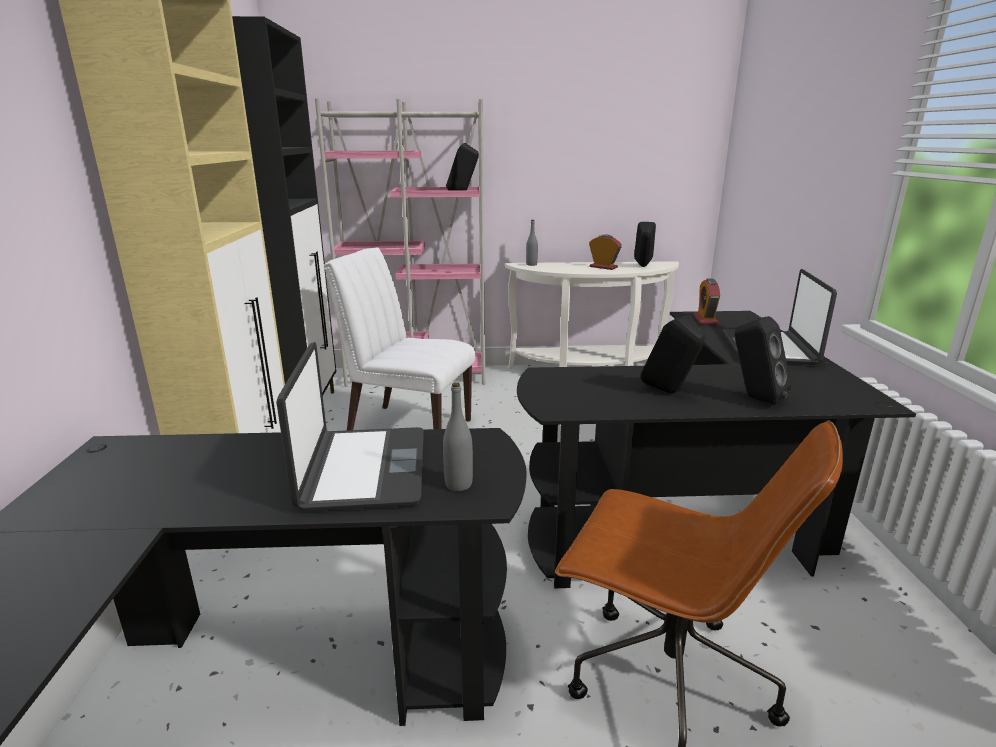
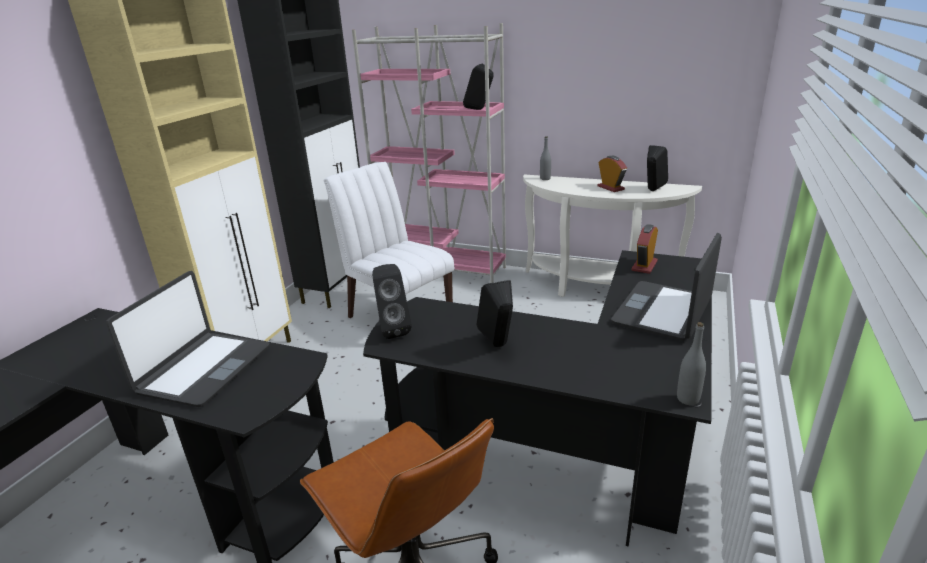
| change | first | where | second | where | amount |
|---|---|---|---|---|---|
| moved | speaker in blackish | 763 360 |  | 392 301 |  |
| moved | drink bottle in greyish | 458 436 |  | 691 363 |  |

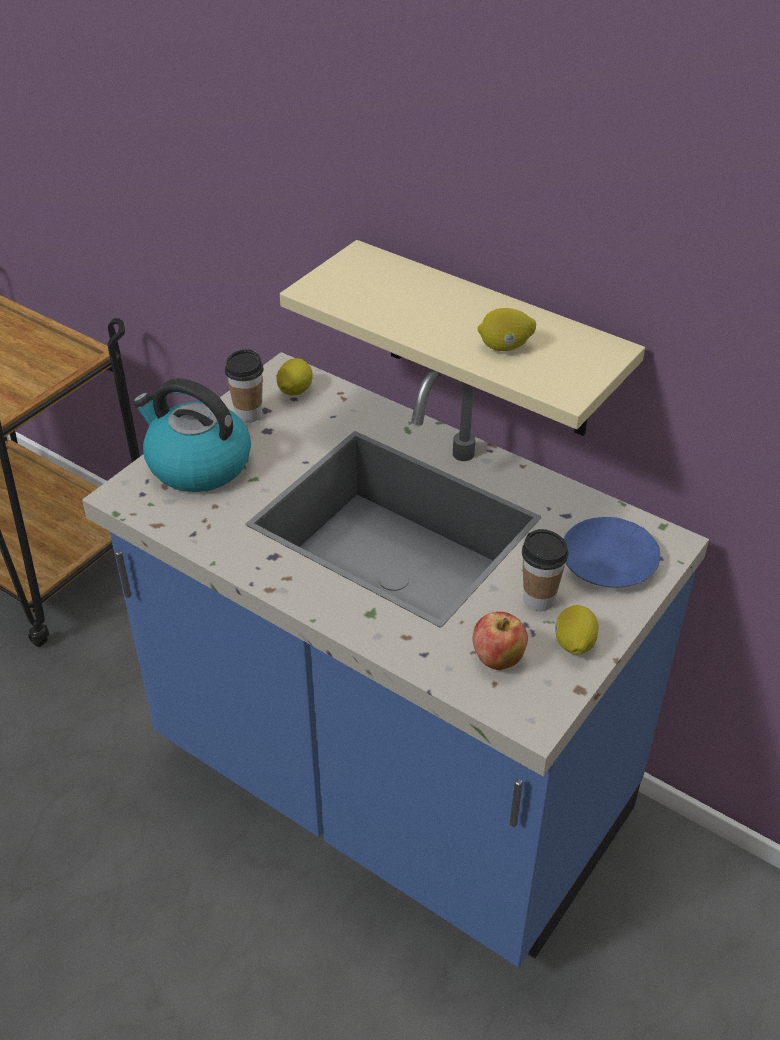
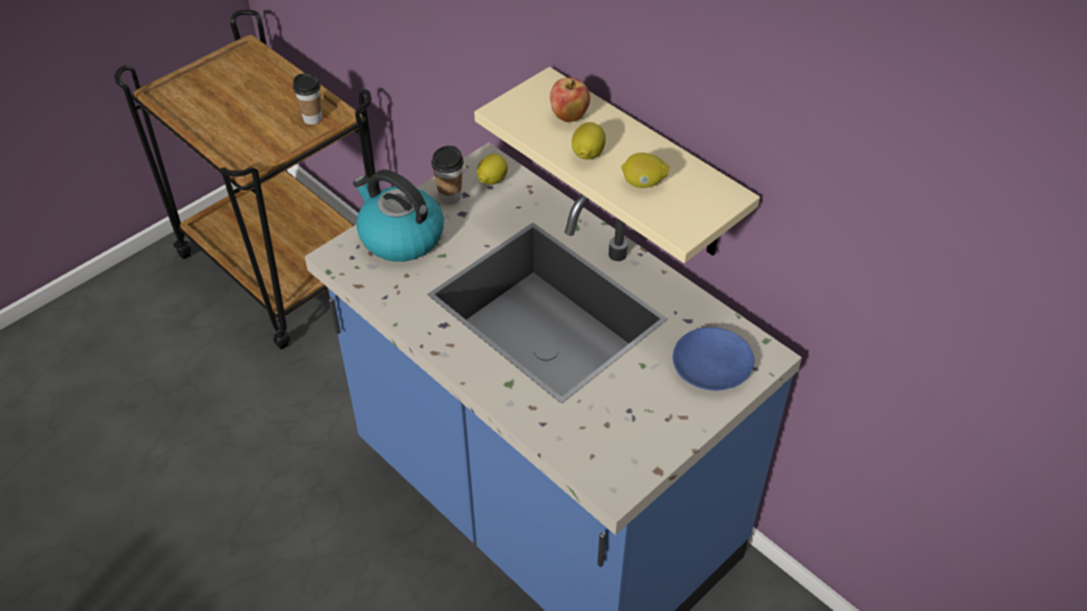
| change | first | where | second | where | amount |
|---|---|---|---|---|---|
| moved | drinking cup | 545 570 |  | 307 99 |  |
| moved | apple | 500 641 |  | 570 99 |  |
| moved | whole lemon | 576 630 |  | 589 140 |  |

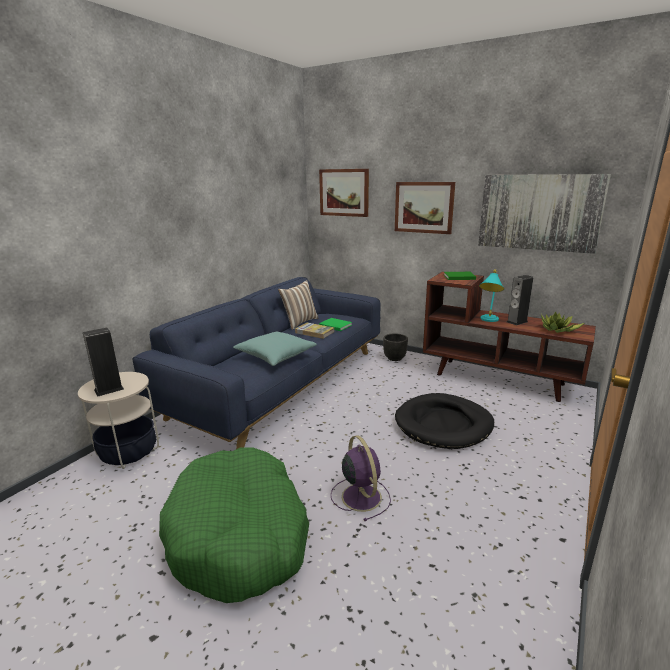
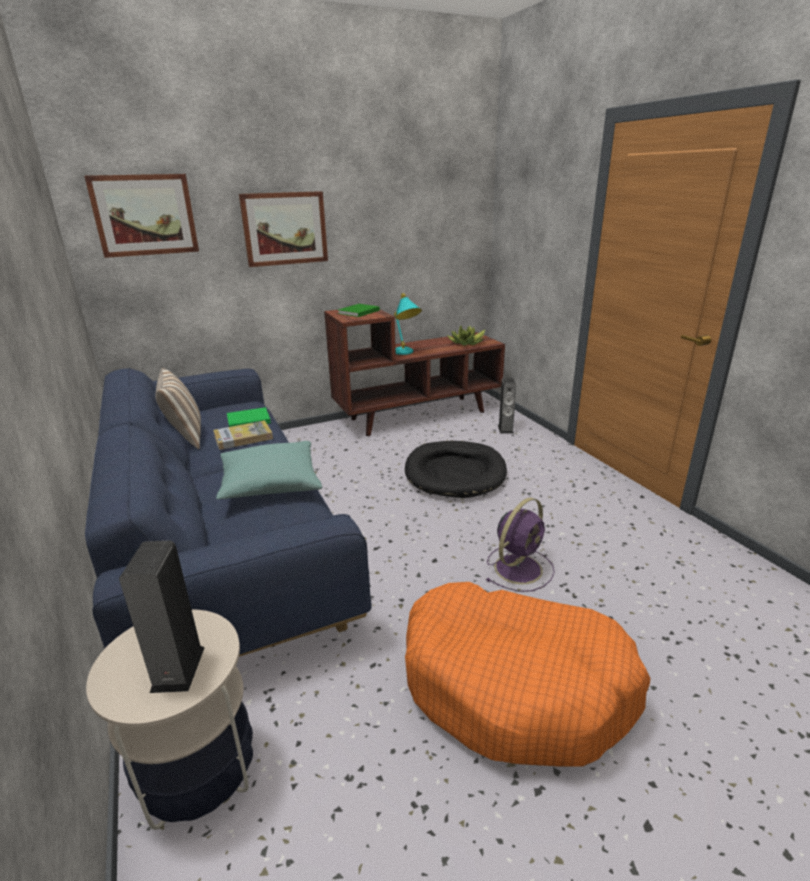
| change | first | where | second | where | amount |
|---|---|---|---|---|---|
| recoloured | pet bed in green-coloured | 234 525 | pet bed in orange-coloured | 528 674 |  |
| turned | electric fan in purplish | 361 478 |  | 520 545 | 120 degrees clockwise |
| moved | speaker | 520 300 |  | 507 405 |  |
| removed | plant pot in blackish | 395 347 |  |  |  |
| removed | wall art | 544 214 |  |  |  |

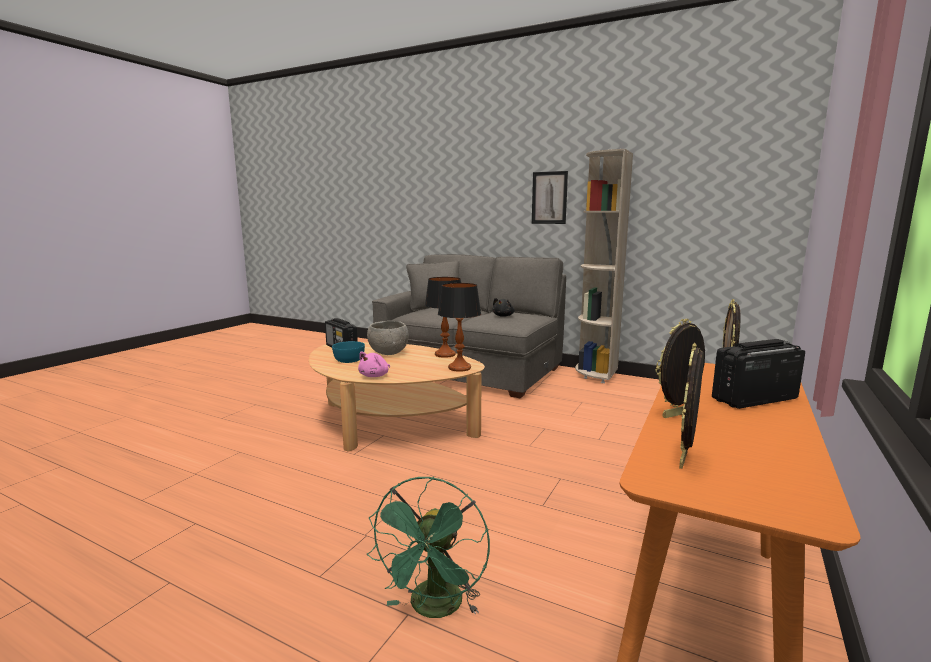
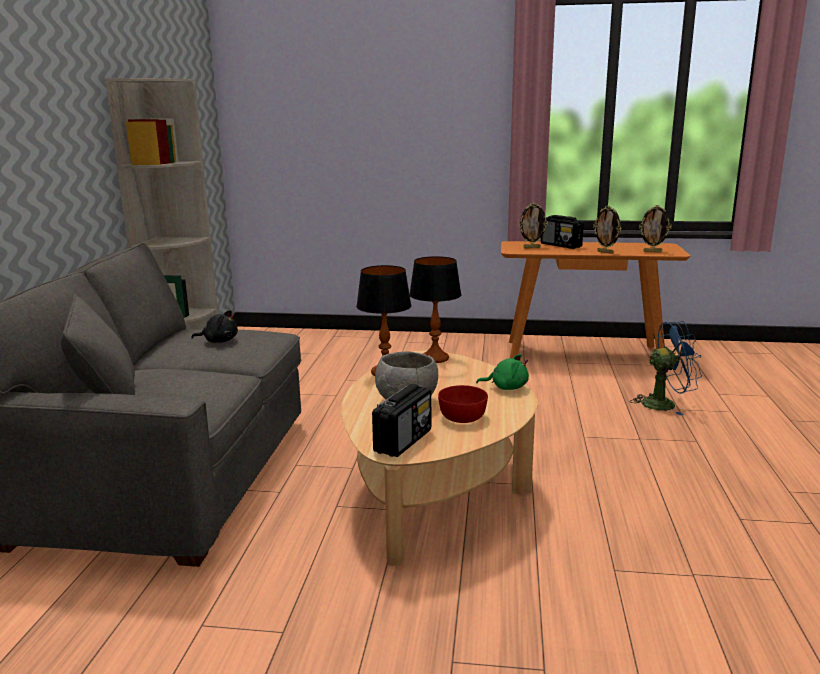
| change | first | where | second | where | amount |
|---|---|---|---|---|---|
| recoloured | serving bowl in turquoise | 348 352 | serving bowl in reddish | 463 404 |  |
| recoloured | cuddly toy in pinkish | 374 364 | cuddly toy in green-coloured | 502 372 |  |
| recoloured | electric fan in green-coloured | 428 547 | electric fan in blue-coloured | 666 368 |  |
| removed | wall art | 550 197 |  |  |  |

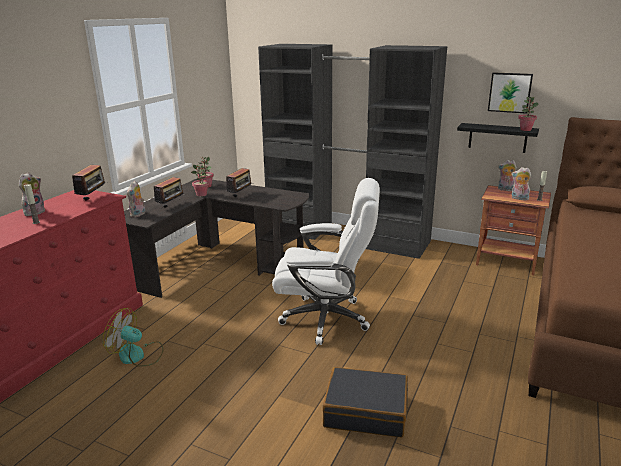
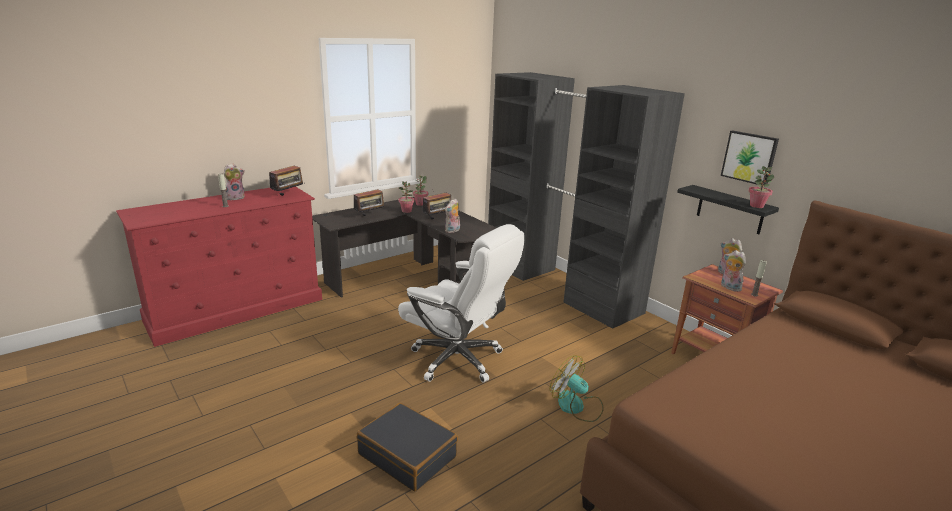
| change | first | where | second | where | amount |
|---|---|---|---|---|---|
| moved | cuddly toy | 136 199 |  | 452 216 |  |
| moved | electric fan | 133 337 |  | 577 388 |  |

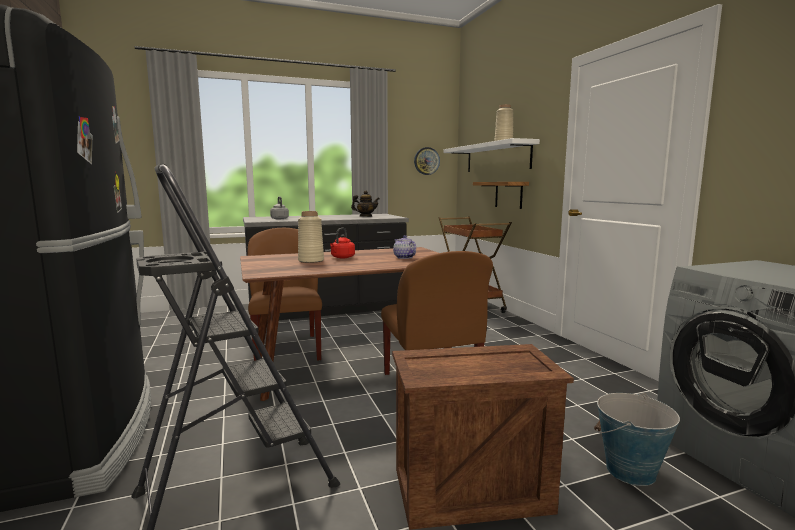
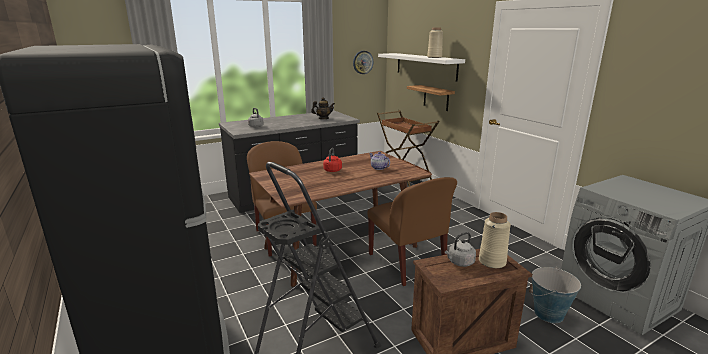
| change | first | where | second | where | amount |
|---|---|---|---|---|---|
| added |  |  | water kettle in greyish | 460 249 |  |
| moved | vase in sand-coloured | 311 237 |  | 495 240 |  |

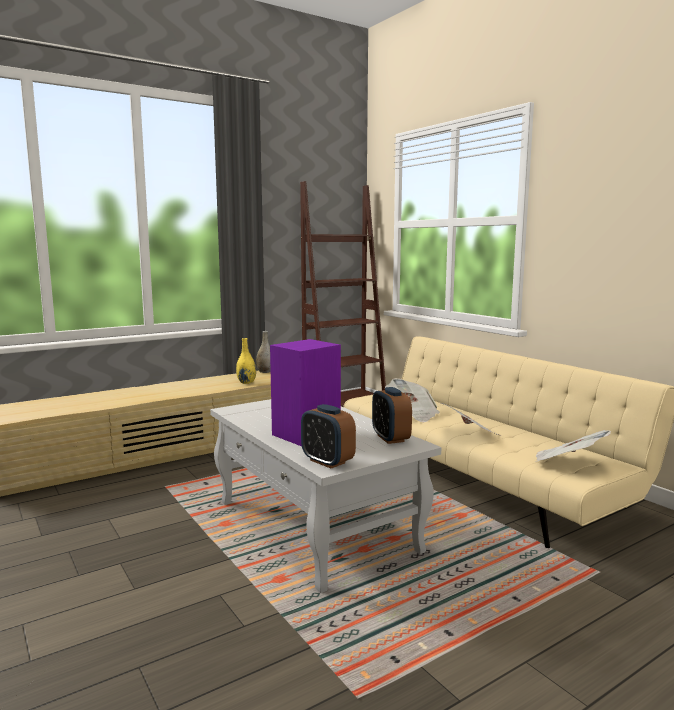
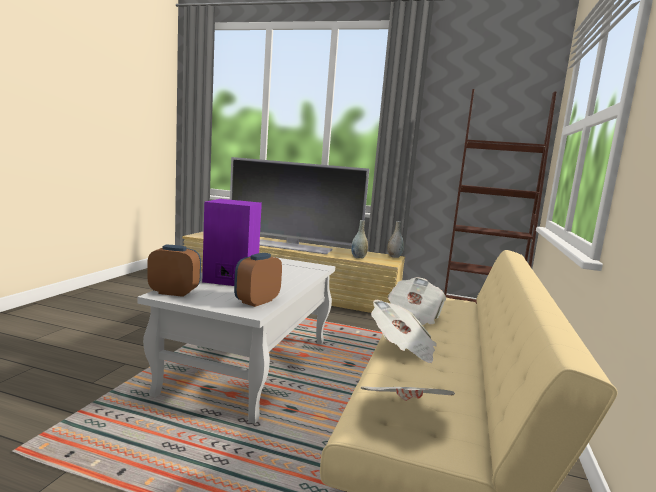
| change | first | where | second | where | amount |
|---|---|---|---|---|---|
| turned | bedside clock | 328 436 |  | 174 271 | 90 degrees clockwise |
| added |  |  | television | 300 205 |  |
| recoloured | vase in yellow | 246 361 | vase in greyish | 359 239 |  |

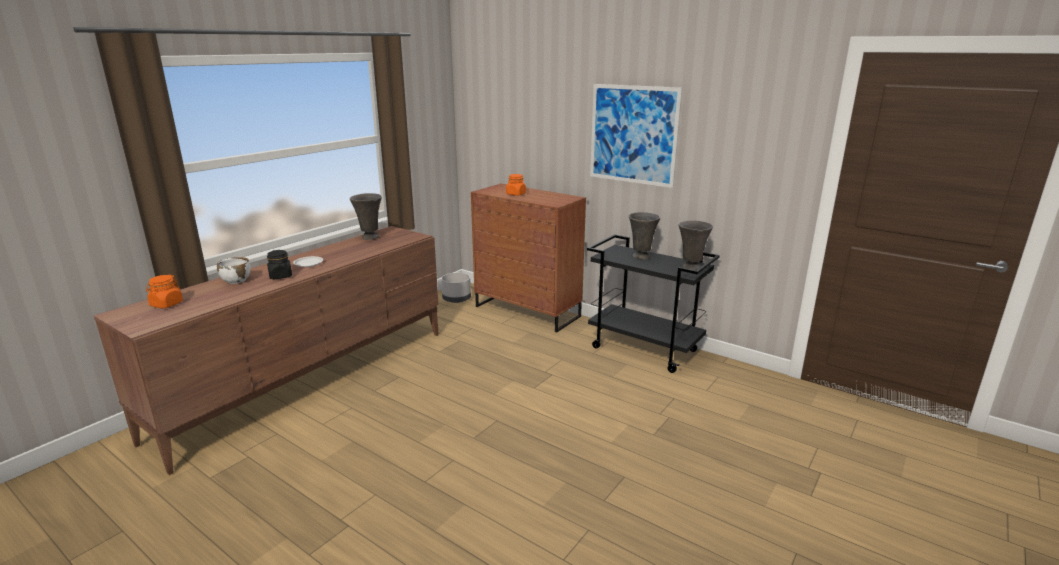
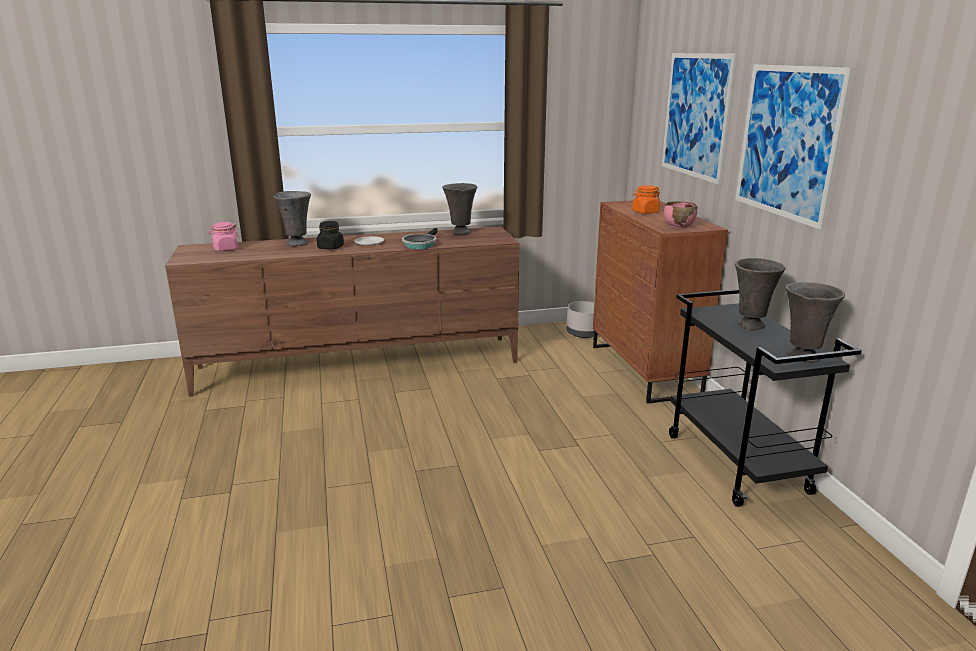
| change | first | where | second | where | amount |
|---|---|---|---|---|---|
| recoloured | jar in orange-coloured | 164 291 | jar in pinkish | 223 236 |  |
| replaced | serving bowl in whitish | 234 270 | vase in greyish | 292 218 |  |
| added |  |  | pan | 420 238 |  |
| added |  |  | wall art | 699 119 |  |
| added |  |  | serving bowl in pinkish | 681 214 |  |

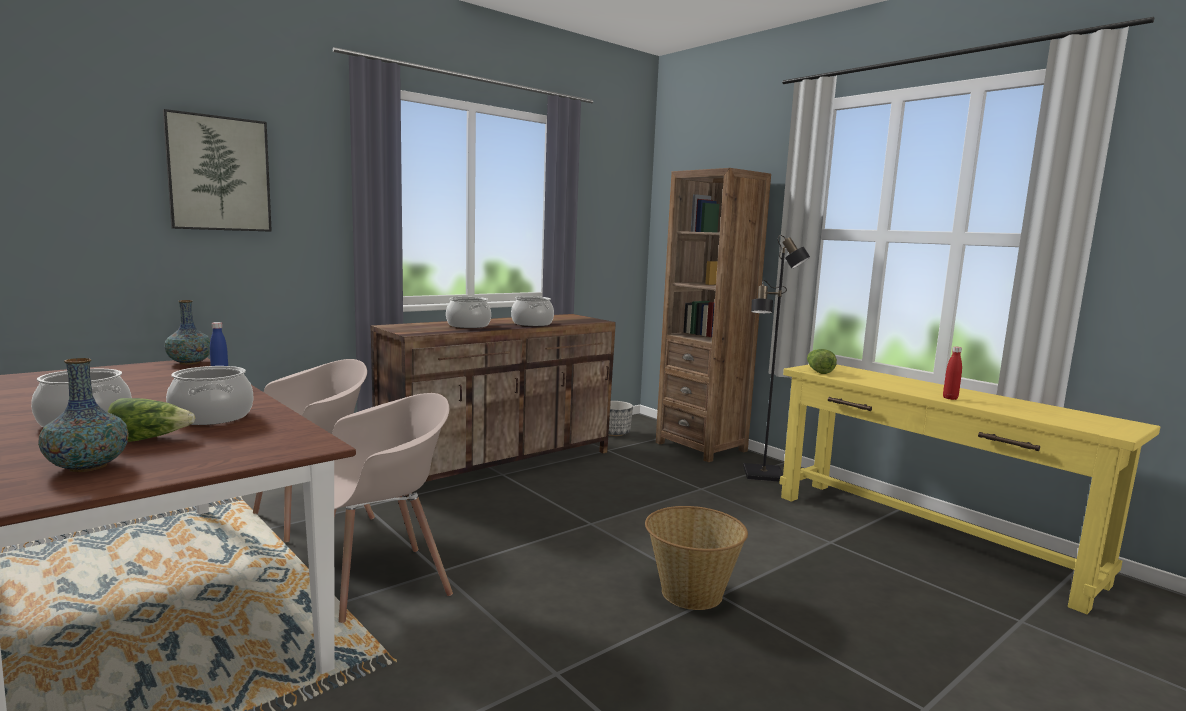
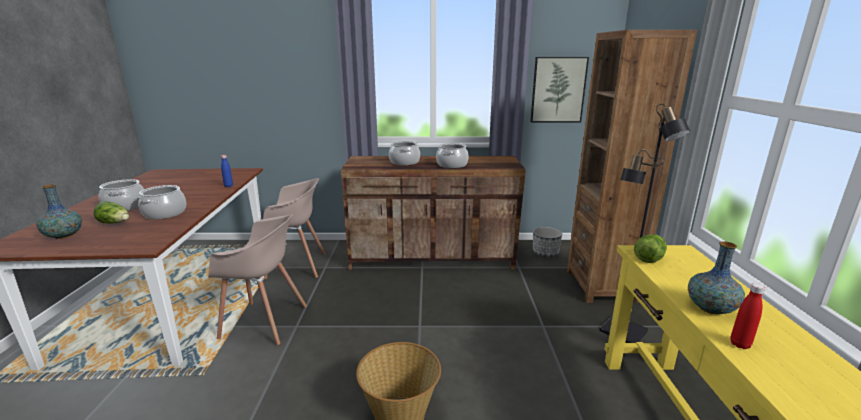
| change | first | where | second | where | amount |
|---|---|---|---|---|---|
| moved | wall art | 217 170 |  | 559 89 |  |
| moved | vase | 187 332 |  | 716 277 |  |

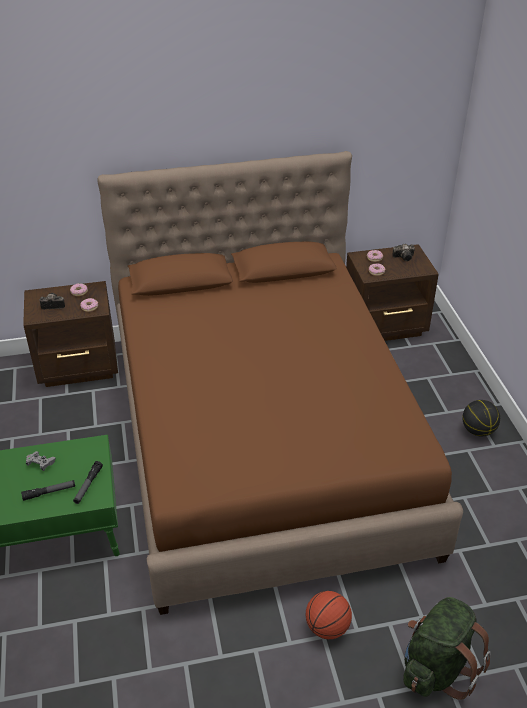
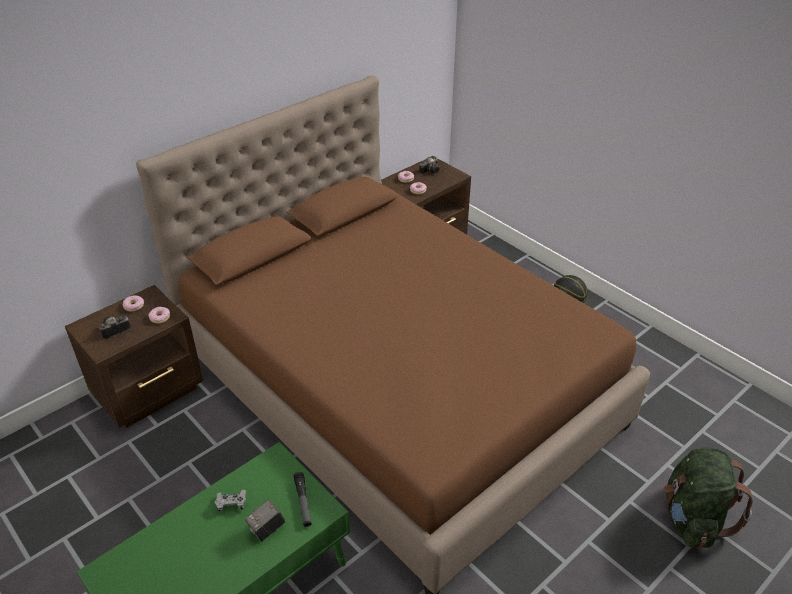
| change | first | where | second | where | amount |
|---|---|---|---|---|---|
| replaced | flashlight | 48 490 | still camera | 265 520 |  |
| removed | basketball | 329 615 |  |  |  |

